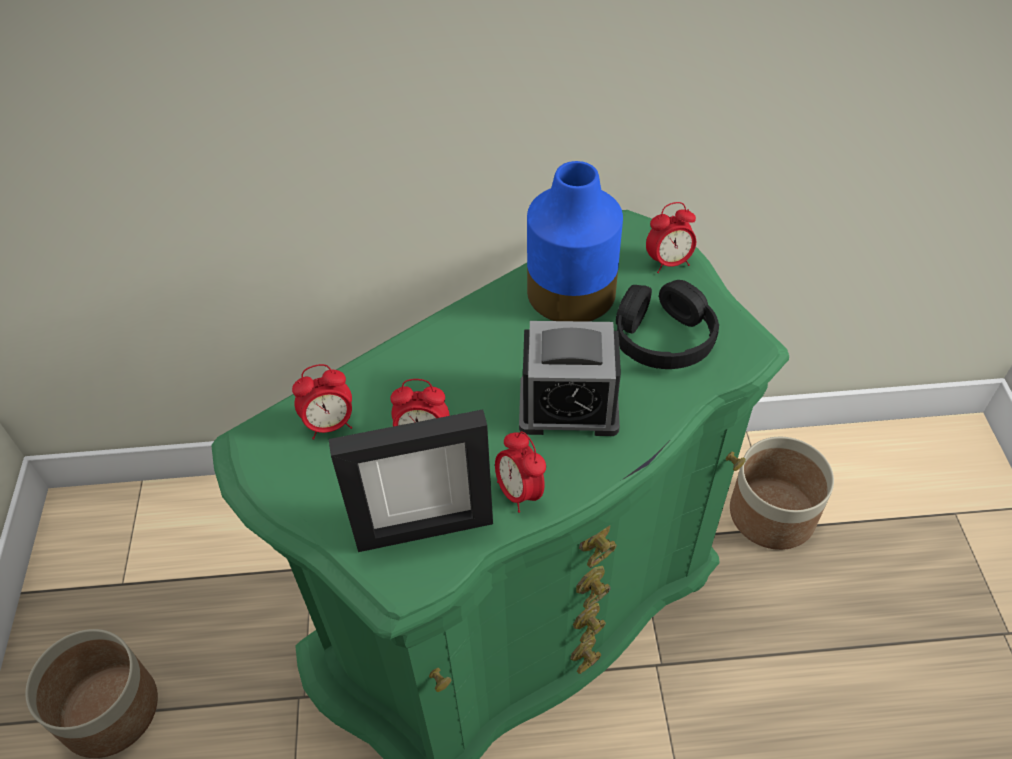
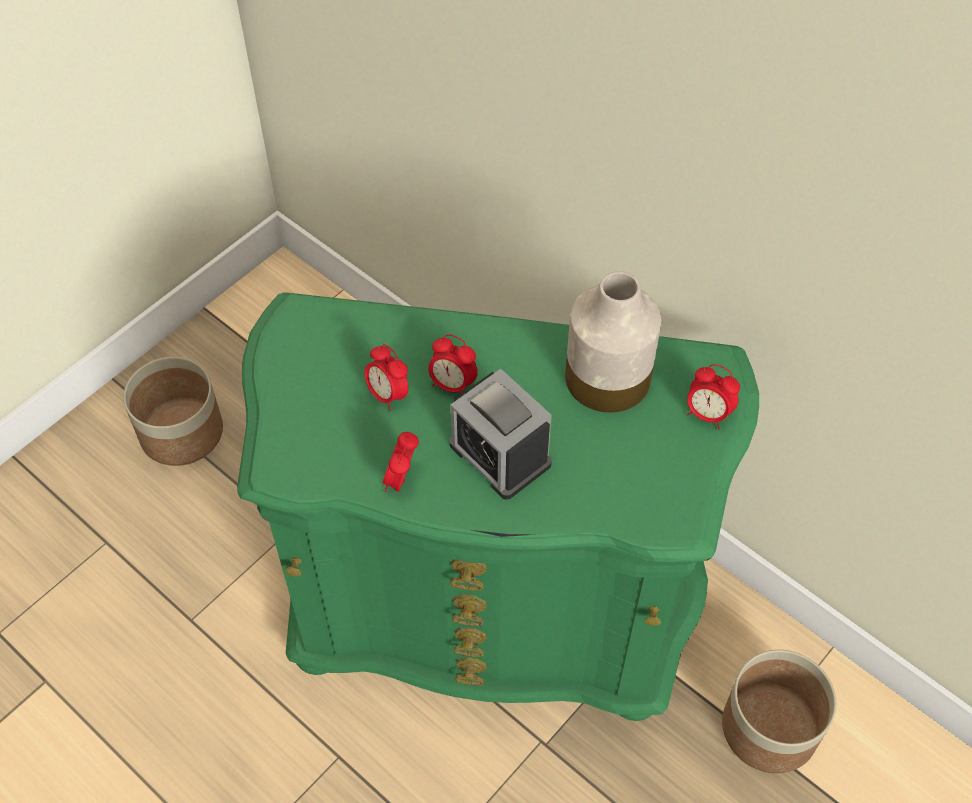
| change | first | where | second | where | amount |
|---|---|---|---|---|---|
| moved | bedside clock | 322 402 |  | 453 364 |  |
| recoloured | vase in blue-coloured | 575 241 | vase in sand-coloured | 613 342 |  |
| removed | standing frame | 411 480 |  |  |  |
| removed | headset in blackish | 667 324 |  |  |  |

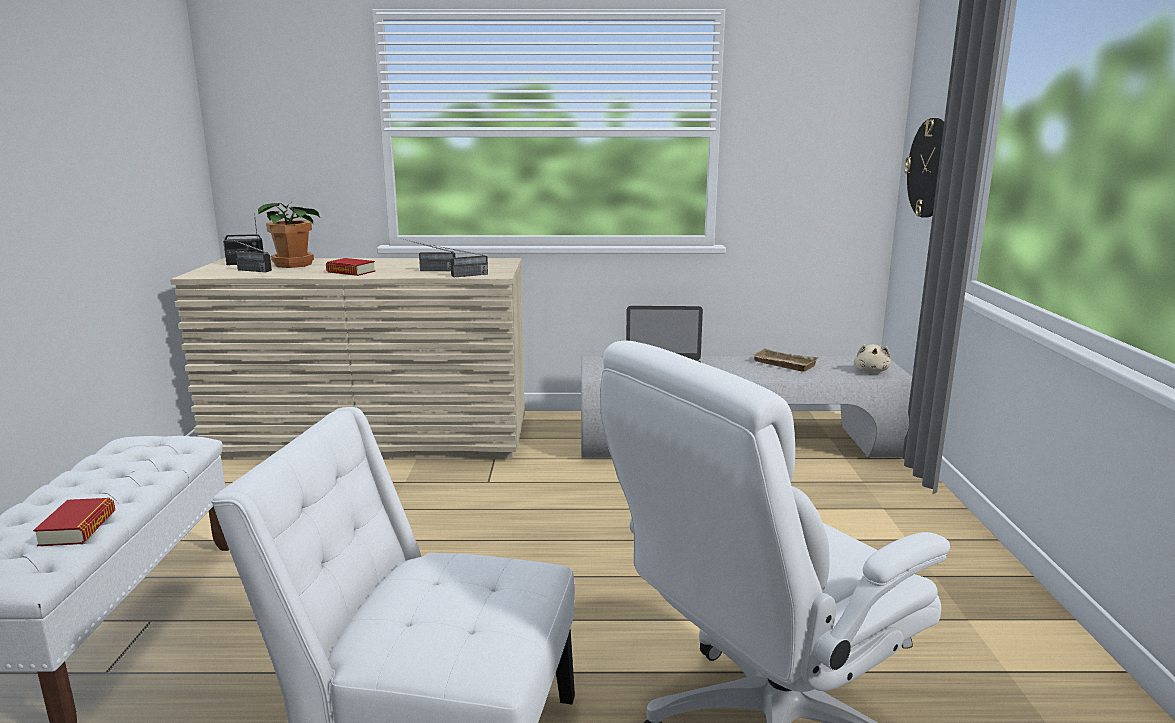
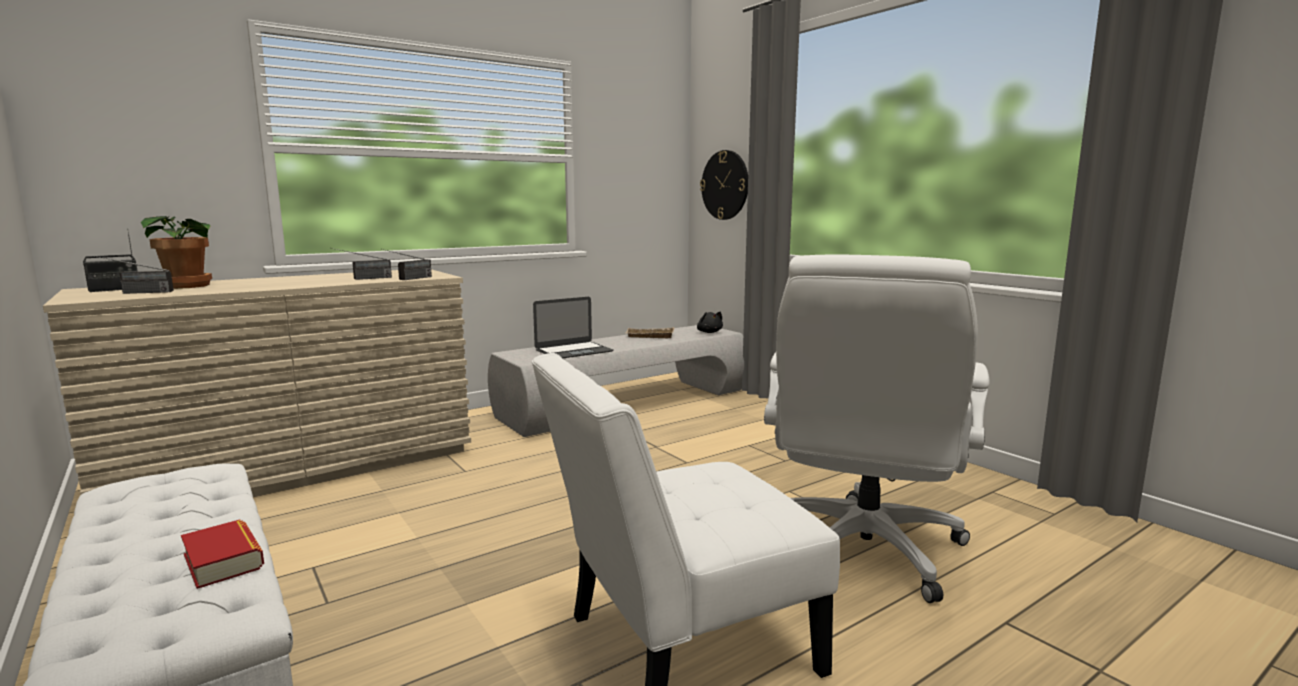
| change | first | where | second | where | amount |
|---|---|---|---|---|---|
| recoloured | cuddly toy in sand-coloured | 872 358 | cuddly toy in blackish | 710 322 |  |
| removed | bound book | 350 267 |  |  |  |

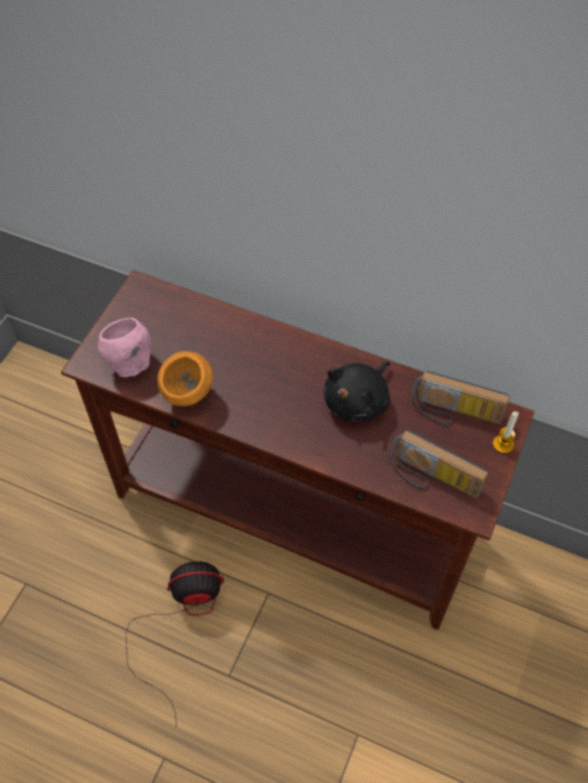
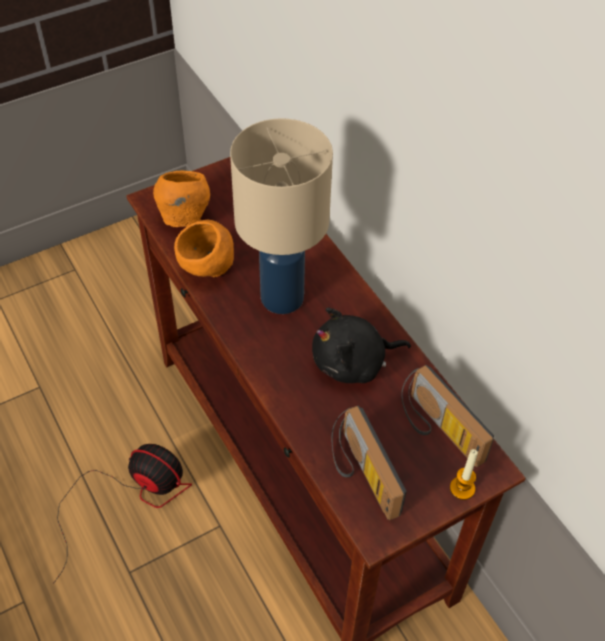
| change | first | where | second | where | amount |
|---|---|---|---|---|---|
| recoloured | serving bowl in pinkish | 124 347 | serving bowl in orange-coloured | 181 198 |  |
| added |  |  | tabletop lamp in sand-coloured | 281 216 |  |

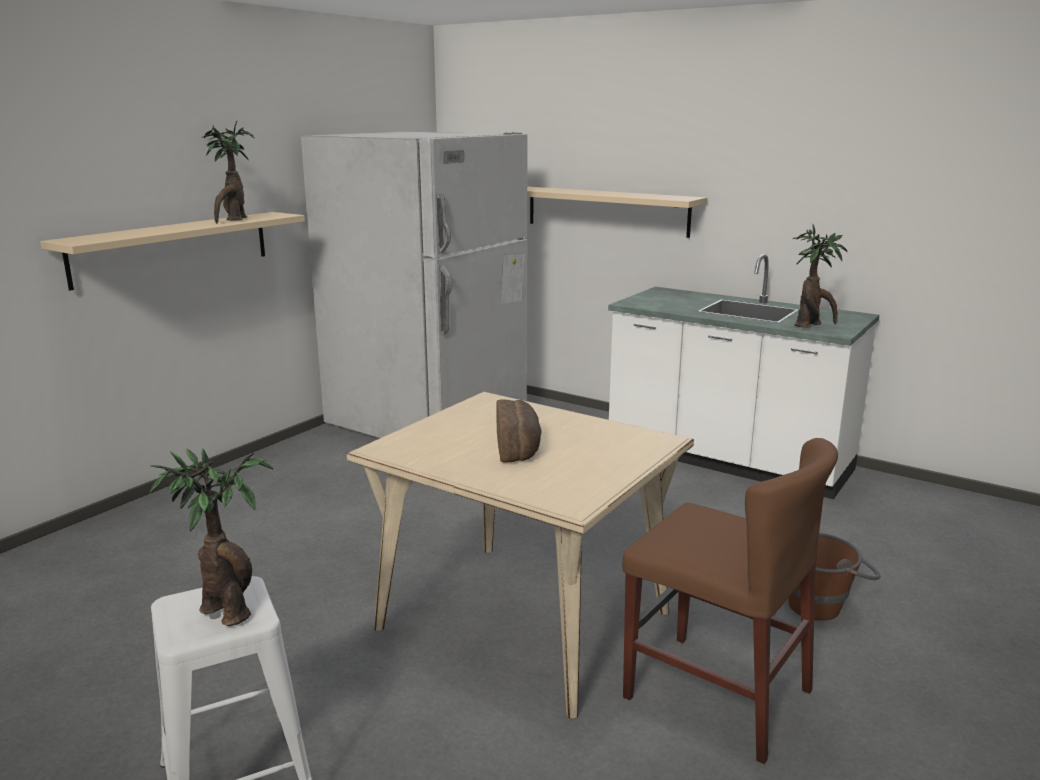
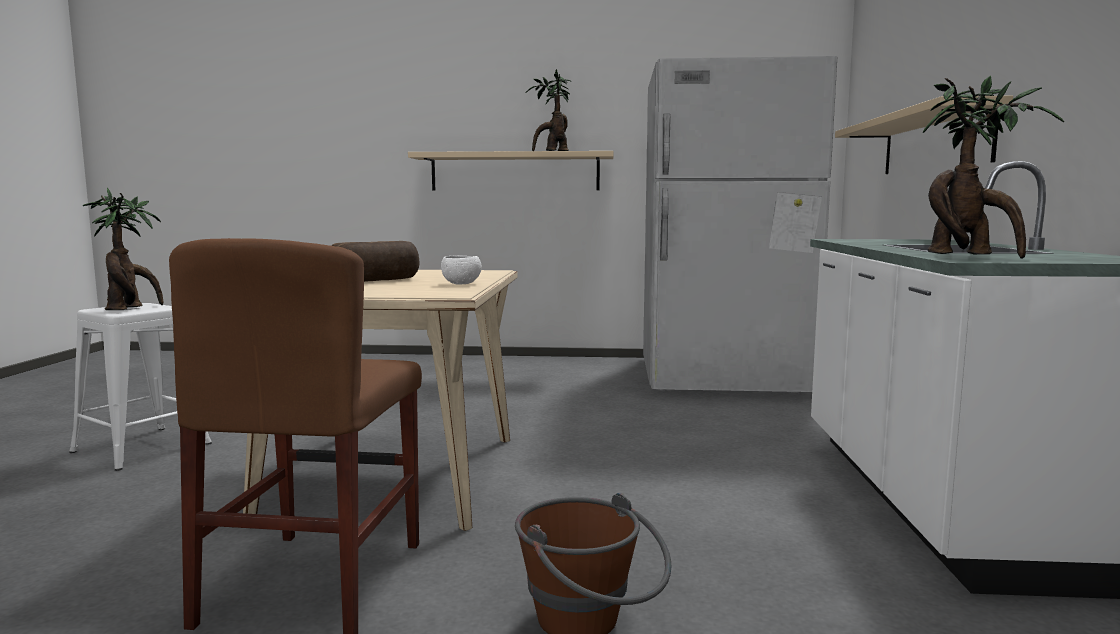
| change | first | where | second | where | amount |
|---|---|---|---|---|---|
| added |  |  | serving bowl in whitish | 461 270 |  |

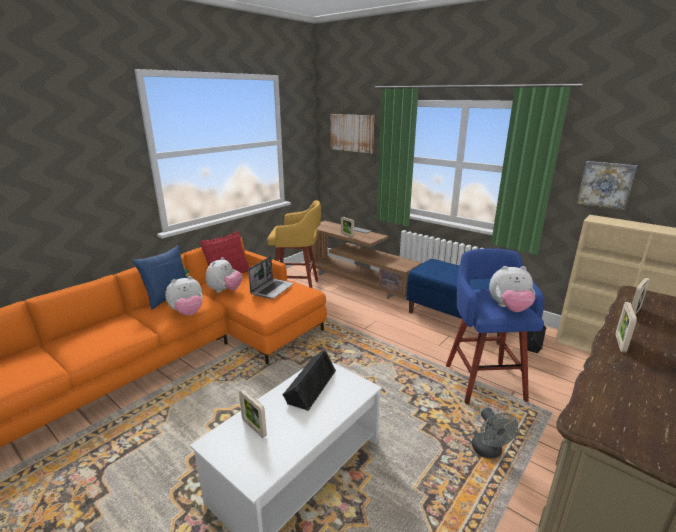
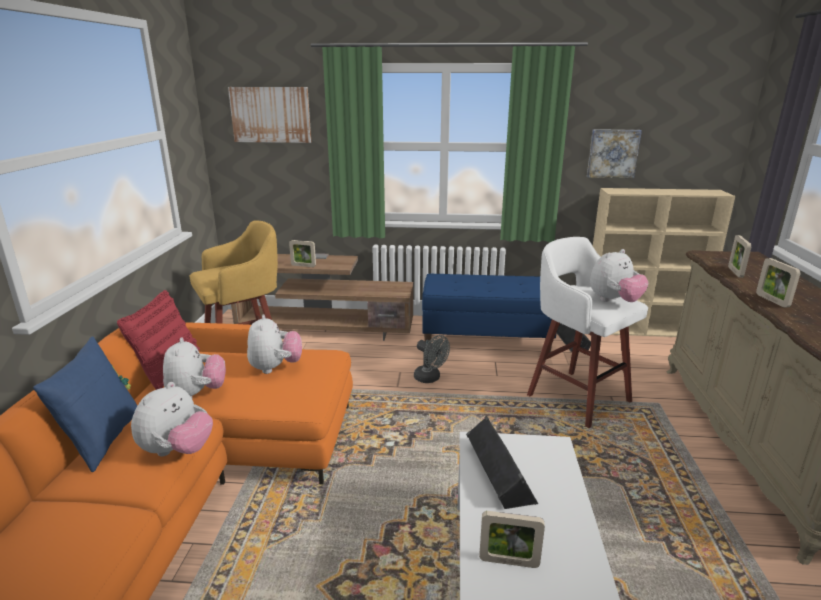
| change | first | where | second | where | amount |
|---|---|---|---|---|---|
| replaced | notebook computer | 271 277 | cuddly toy | 274 344 |  |
| moved | electric fan in greyish | 495 433 |  | 432 359 |  |
| recoloured | stool seat in blue-coloured | 495 326 | stool seat in whitish | 587 332 |  |

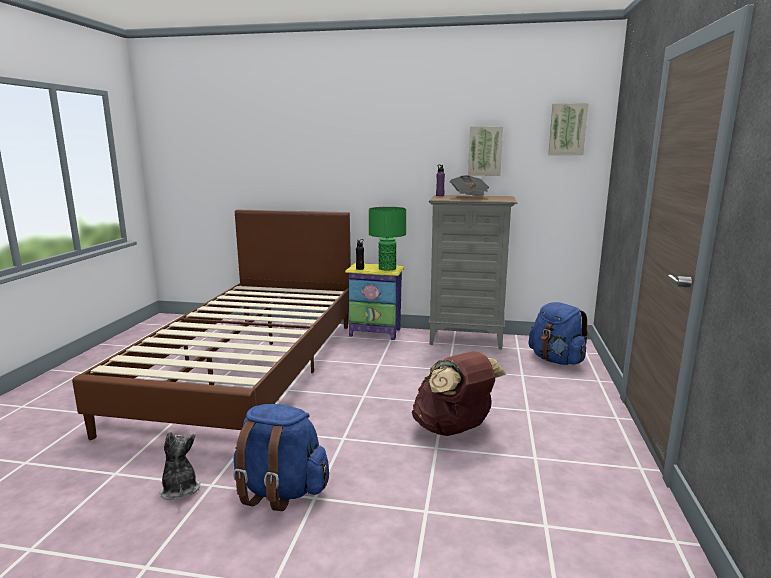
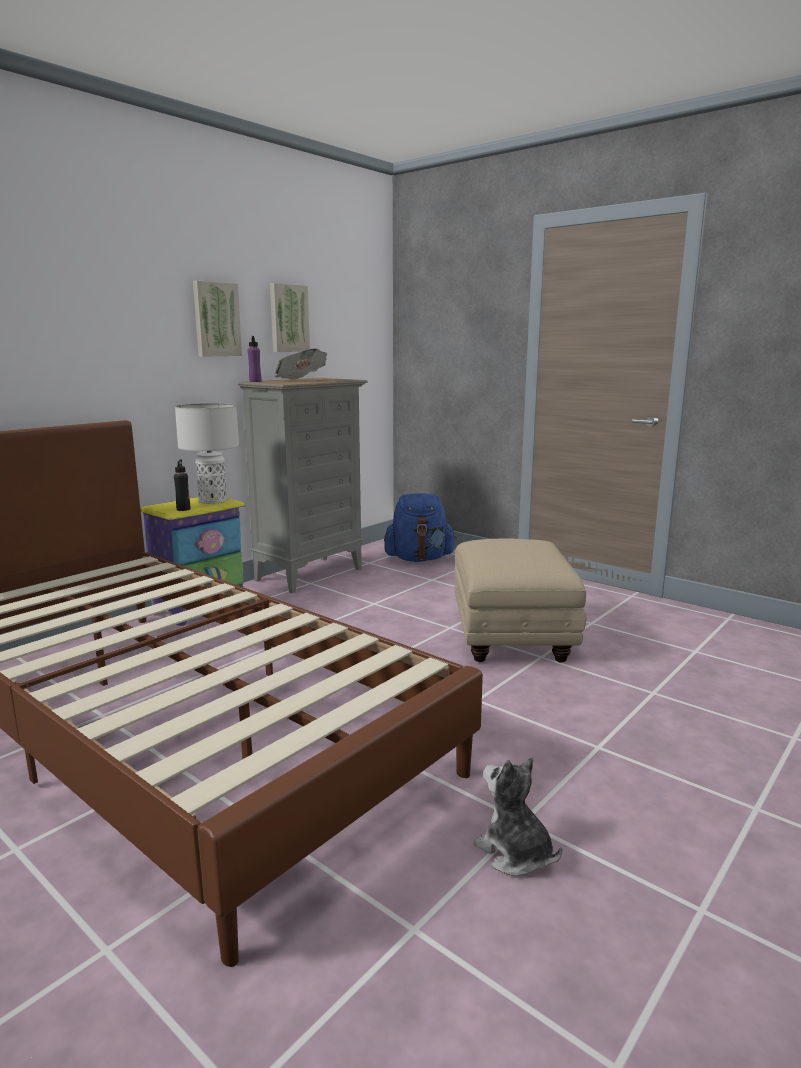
| change | first | where | second | where | amount |
|---|---|---|---|---|---|
| recoloured | tabletop lamp in green-coloured | 387 239 | tabletop lamp in whitish | 207 453 |  |
| moved | wall art | 568 129 |  | 217 318 |  |
| replaced | backpack in brownish | 459 393 | ottoman in sand-coloured | 520 600 |  |
| turned | cuddly toy | 179 466 |  | 518 817 | 45 degrees clockwise |
| removed | backpack in blue-coloured | 281 457 |  |  |  |

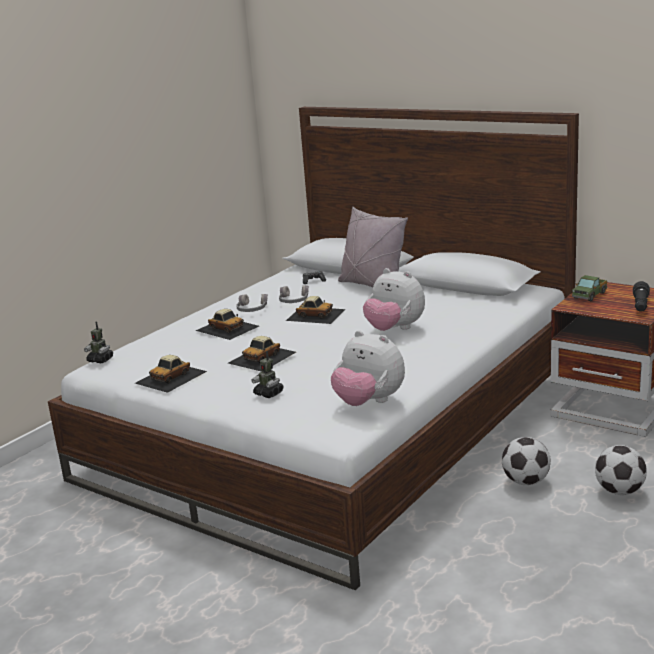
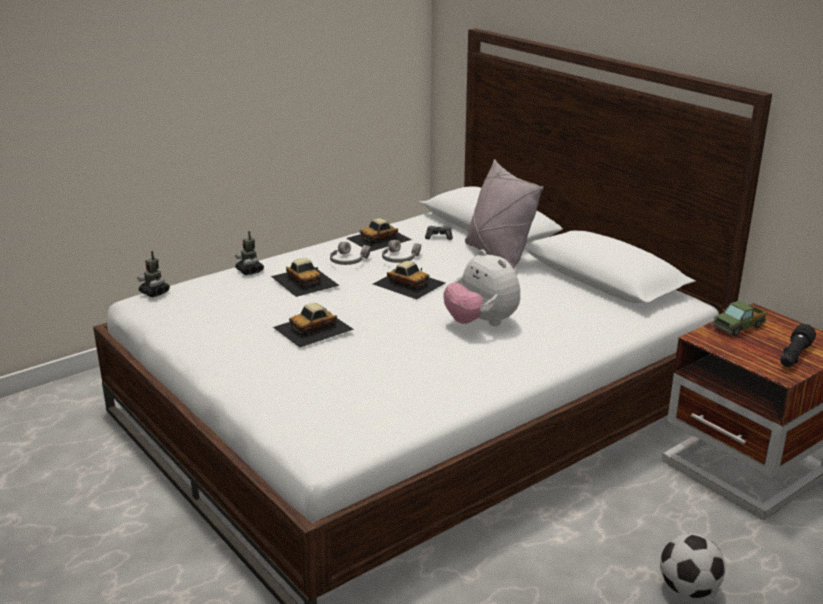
| change | first | where | second | where | amount |
|---|---|---|---|---|---|
| moved | toy robot | 267 374 |  | 249 253 |  |
| moved | miniature car | 171 374 |  | 379 235 |  |
| removed | cuddly toy | 368 368 |  |  |  |
| removed | football | 526 461 |  |  |  |

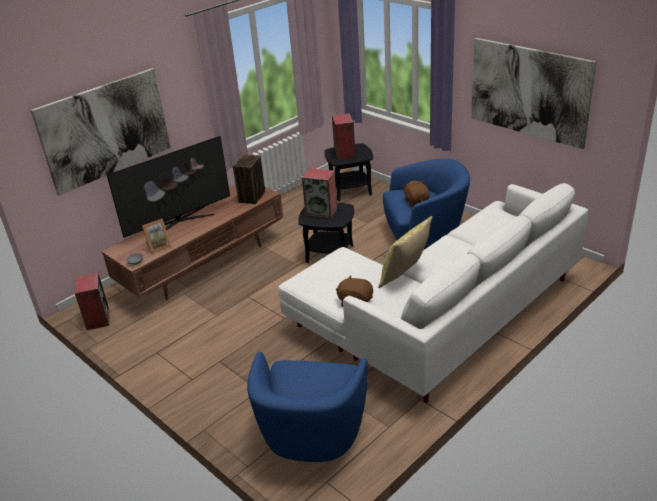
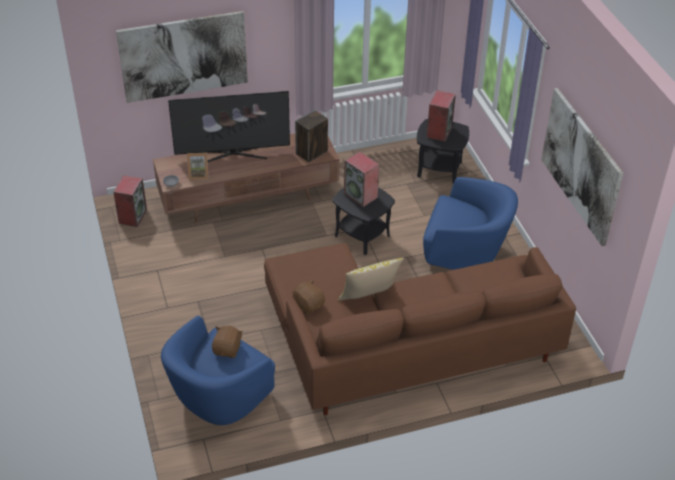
| change | first | where | second | where | amount |
|---|---|---|---|---|---|
| moved | cuddly toy in brownish | 416 194 |  | 227 342 |  |
| recoloured | sofa in whitish | 433 293 | sofa in brownish | 420 329 |  |

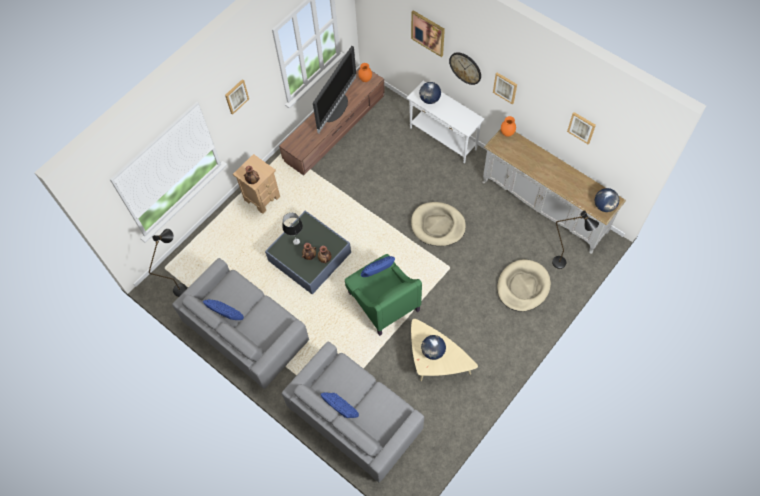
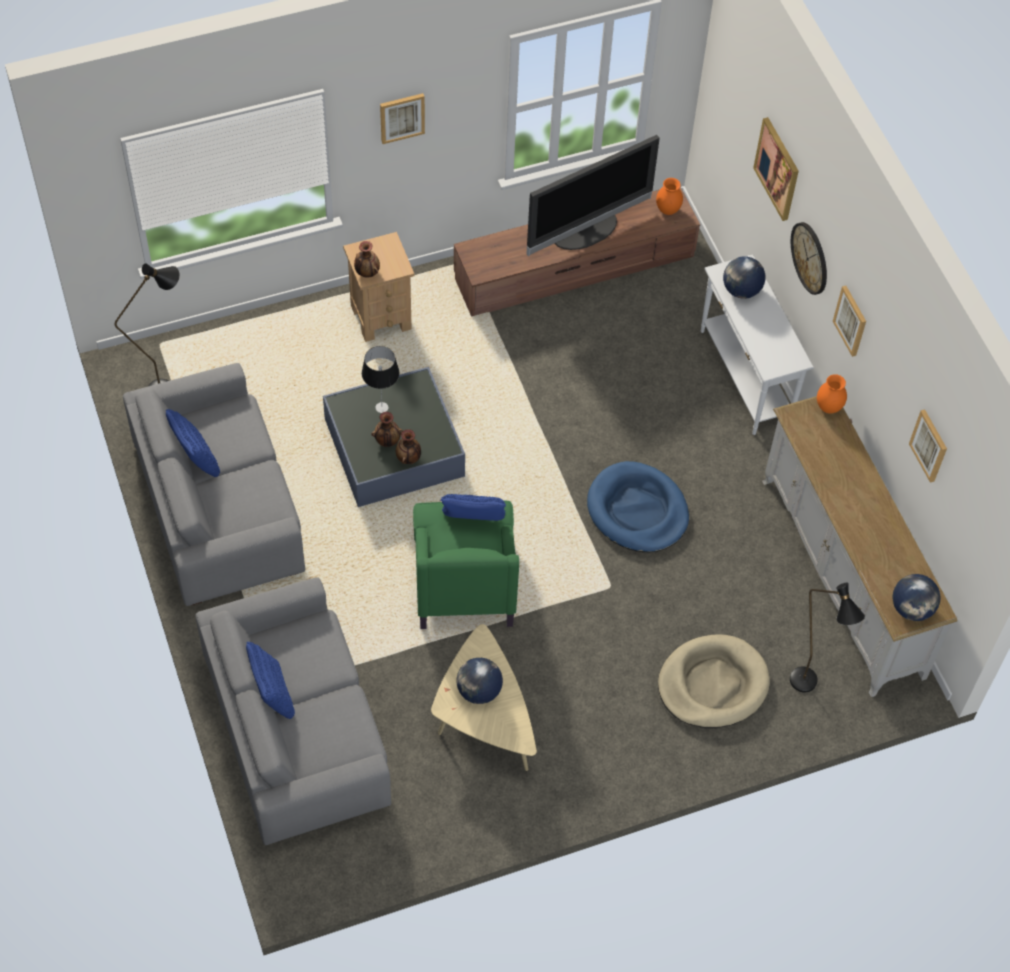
| change | first | where | second | where | amount |
|---|---|---|---|---|---|
| recoloured | pet bed in sand-coloured | 438 224 | pet bed in blue-coloured | 638 506 |  |

